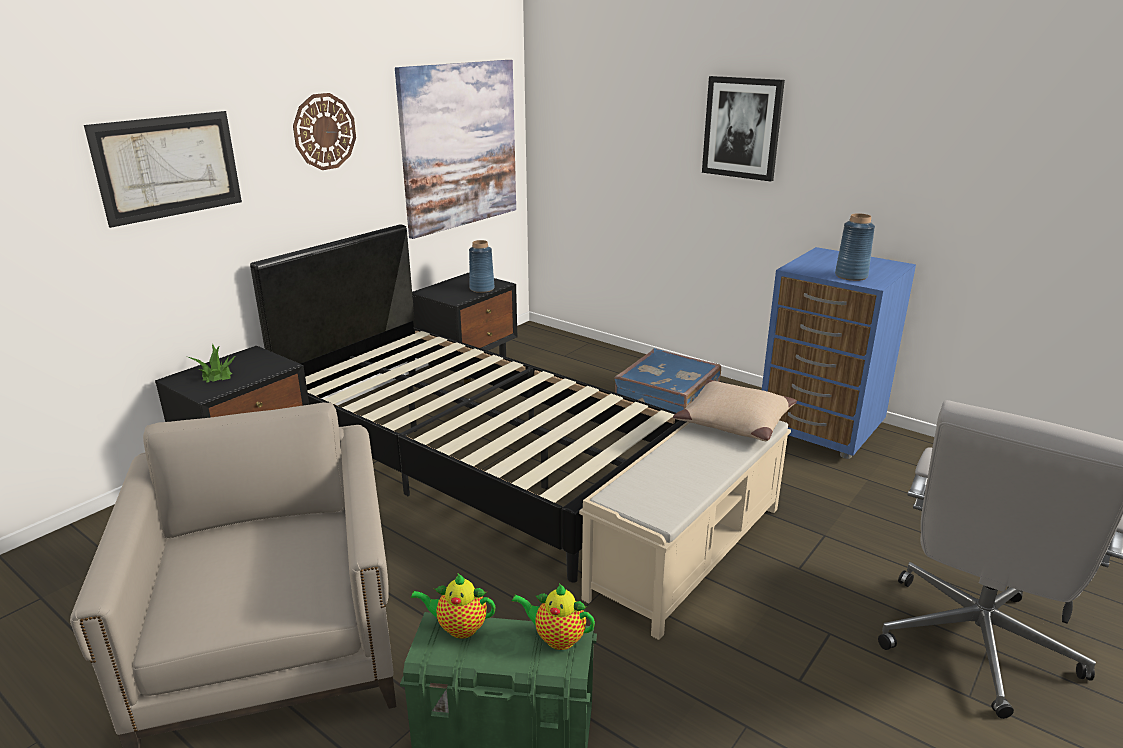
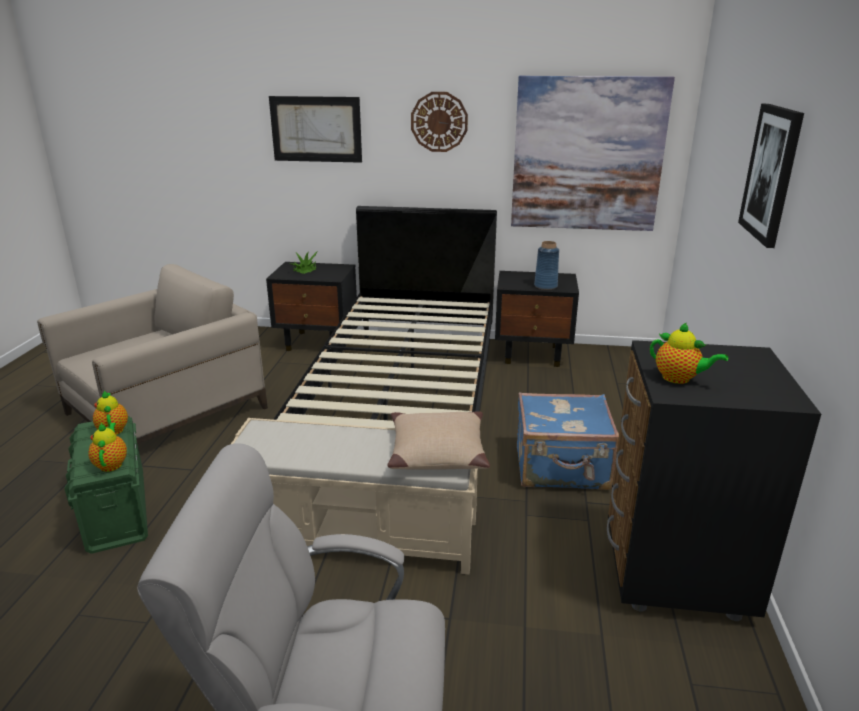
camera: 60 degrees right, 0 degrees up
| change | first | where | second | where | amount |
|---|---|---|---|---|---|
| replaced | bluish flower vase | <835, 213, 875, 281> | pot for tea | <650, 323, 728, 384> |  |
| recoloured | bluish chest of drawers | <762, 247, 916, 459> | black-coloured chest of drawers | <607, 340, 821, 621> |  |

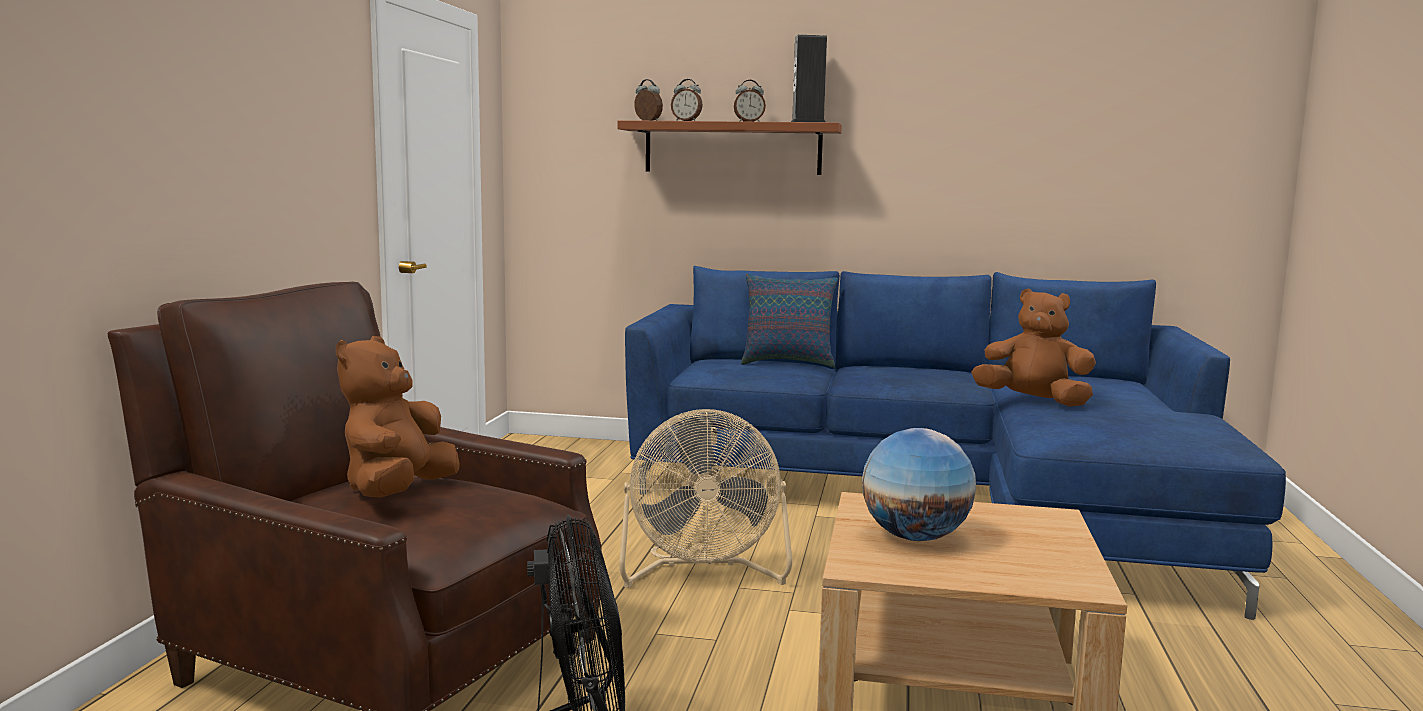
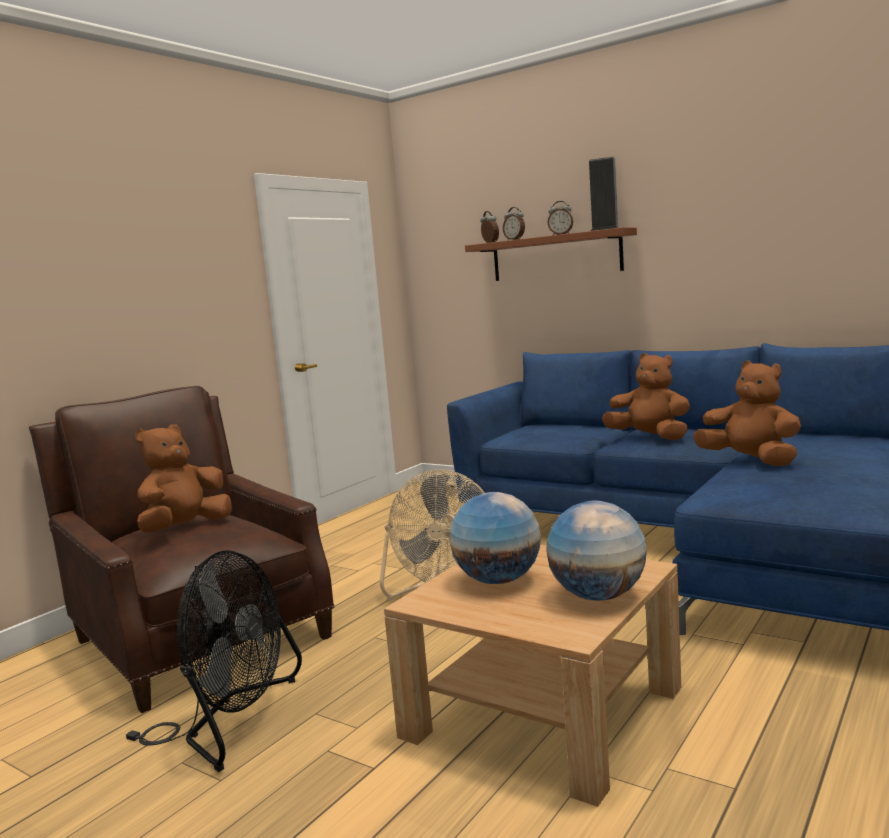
camera: 25 degrees right, 0 degrees up
| change | first | where | second | where | amount |
|---|---|---|---|---|---|
| removed | bluish cushion | <741, 274, 838, 367> |  |  |  |
| added |  |  | brown soft toy | <602, 353, 690, 440> |  |
| added |  |  | globe | <546, 501, 647, 601> |  |

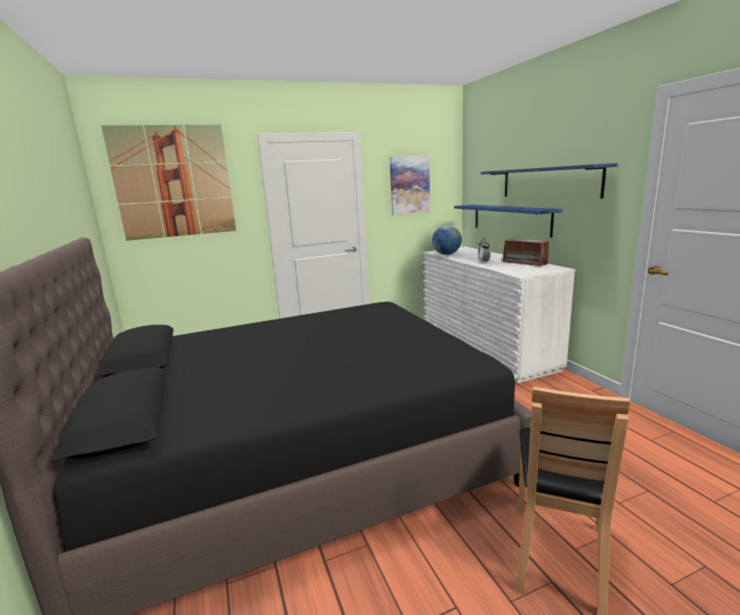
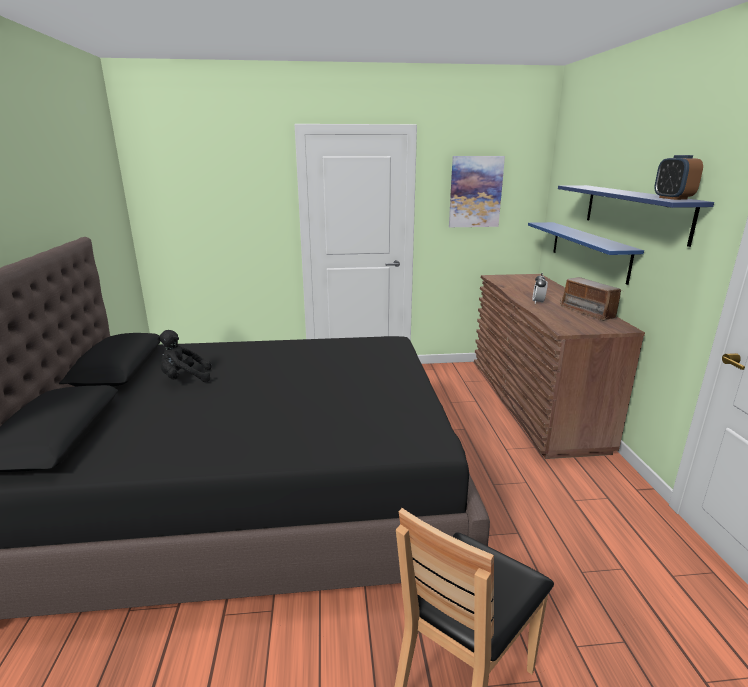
camera: 15 degrees right, 5 degrees up
| change | first | where | second | where | amount |
|---|---|---|---|---|---|
| removed | wall picture | <101, 125, 236, 241> |  |  |  |
| removed | globe | <432, 225, 462, 255> |  |  |  |
| recoloured | white chest of drawers | <422, 247, 575, 383> | brown chest of drawers | <474, 274, 645, 459> |  |
| added |  |  | bedside clock | <655, 155, 703, 200> |  |
| added |  |  | black-coloured soft toy | <157, 330, 211, 382> |  |

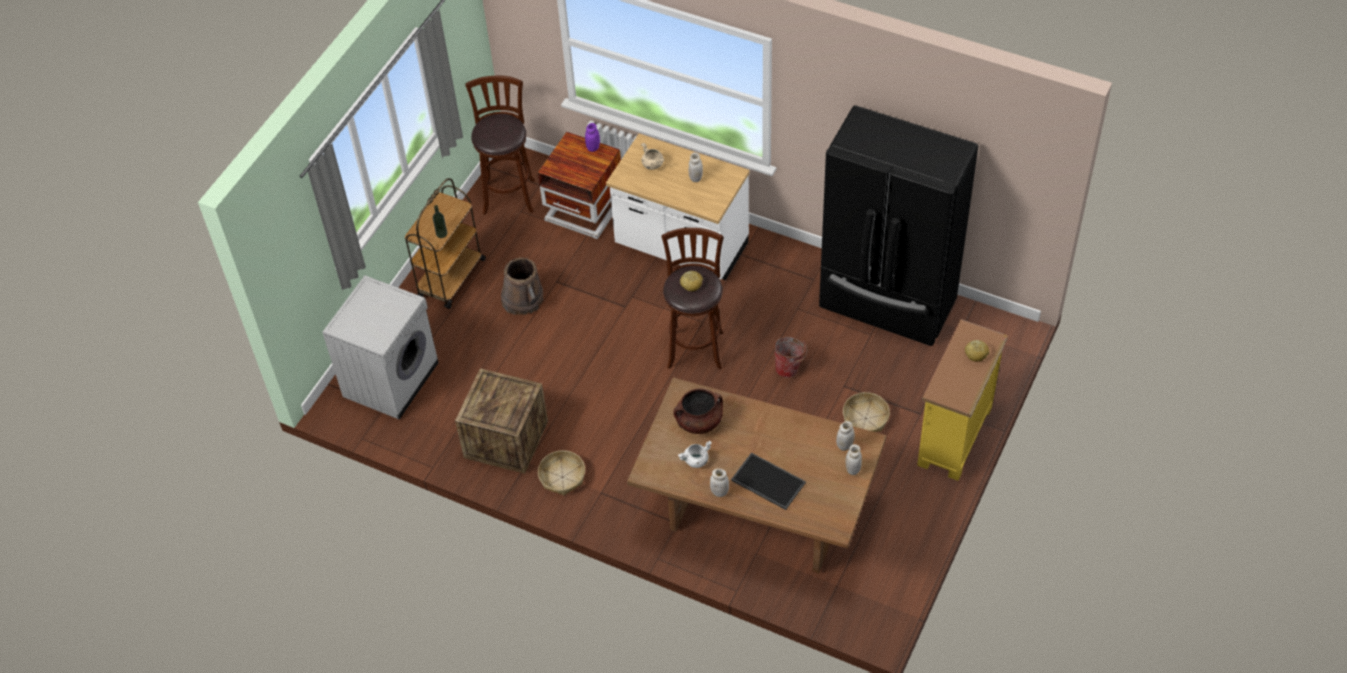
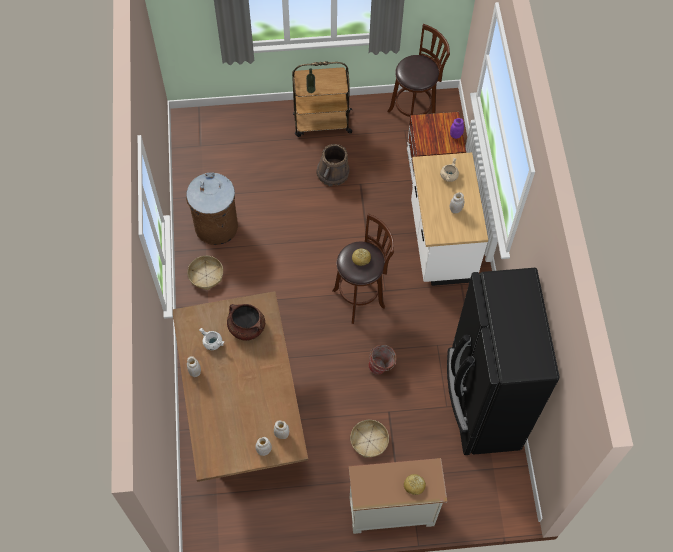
camera: 55 degrees right, 10 degrees up
| change | first | where | second | where | amount |
|---|---|---|---|---|---|
| removed | white laundry appliance | <323, 275, 439, 420> |  |  |  |
| recoloured | yellow chest of drawers | <917, 319, 1008, 481> | white chest of drawers | <349, 458, 447, 534> |  |
| replaced | shipping crate | <455, 368, 548, 474> | brown rubbish bin | <186, 172, 238, 245> |  |
| removed | serving tray | <731, 453, 806, 510> |  |  |  |

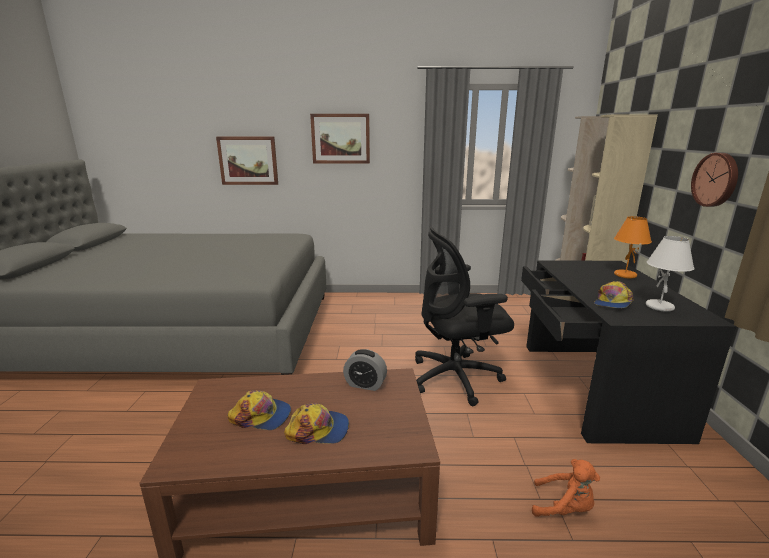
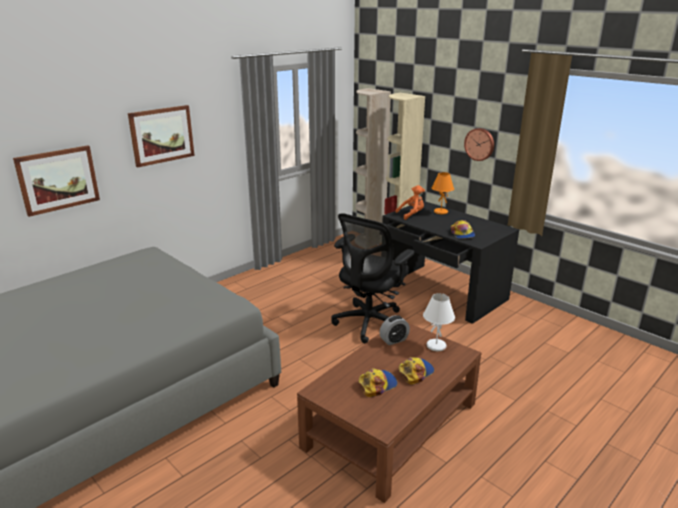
camera: 45 degrees left, 5 degrees up
| change | first | where | second | where | amount |
|---|---|---|---|---|---|
| moved | white table lamp | <646, 236, 694, 312> |  | <423, 293, 455, 351> |  |
| moved | orange soft toy | <532, 459, 600, 517> |  | <395, 185, 425, 220> |  |

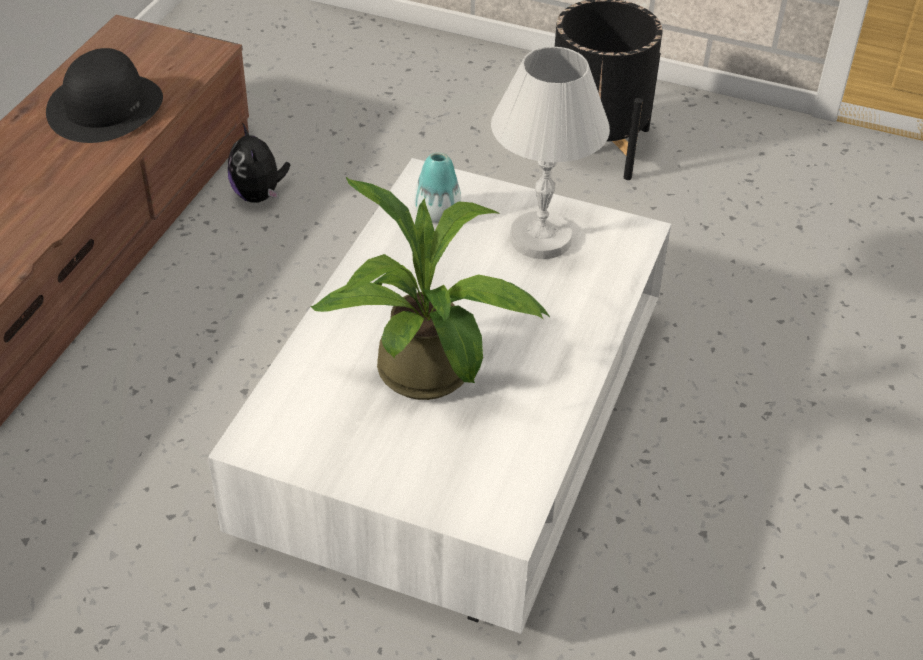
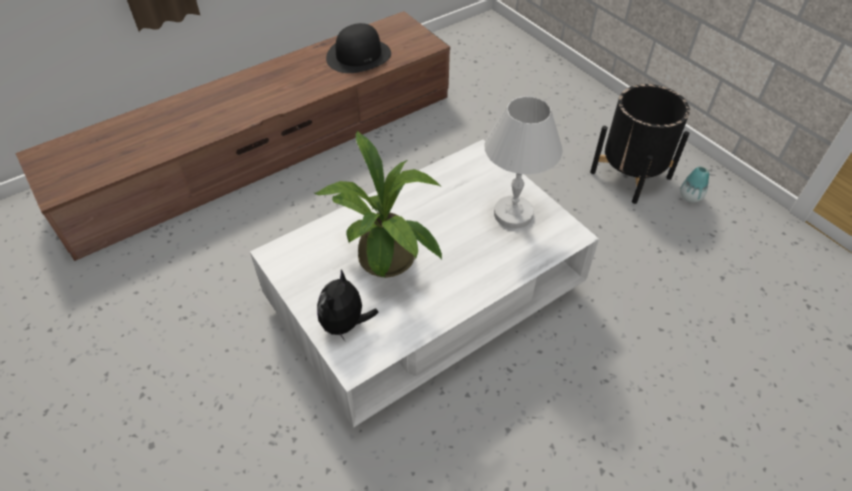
camera: 35 degrees right, 5 degrees up
| change | first | where | second | where | amount |
|---|---|---|---|---|---|
| moved | soft toy | <228, 123, 290, 203> |  | <317, 269, 378, 341> |  |
| moved | flower vase | <414, 153, 461, 223> |  | <680, 166, 709, 203> |  |

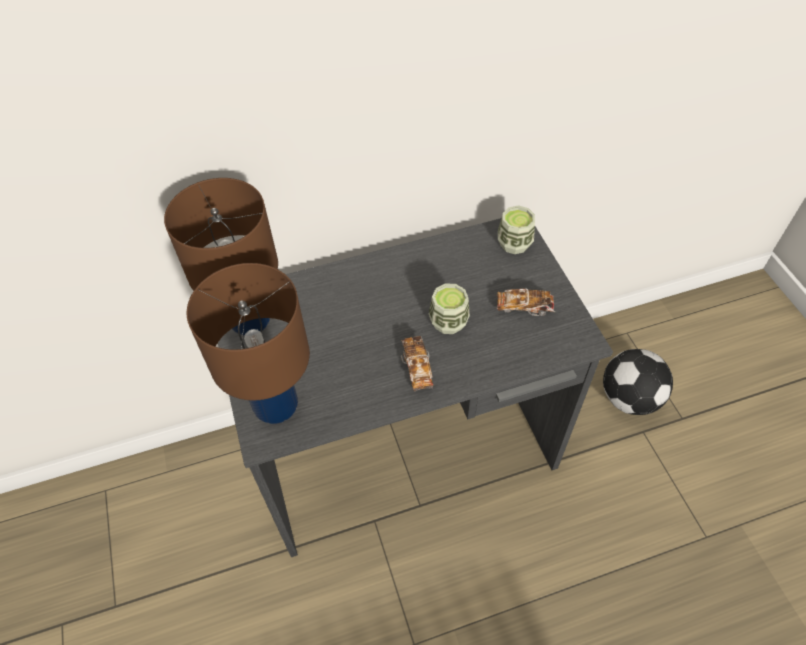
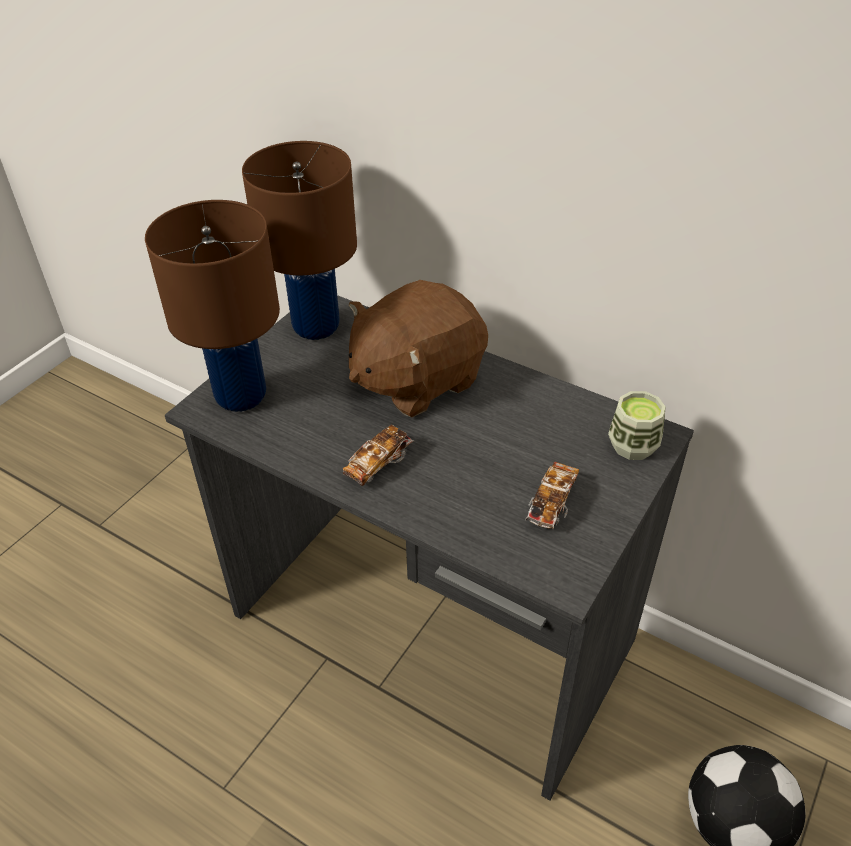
camera: 50 degrees right, 10 degrees down
| change | first | where | second | where | amount |
|---|---|---|---|---|---|
| removed | small cup | <429, 283, 470, 334> |  |  |  |
| turned | model car | <497, 289, 555, 316> |  | <525, 462, 579, 530> | 60 degrees clockwise |
| added |  |  | brown soft toy | <349, 280, 488, 418> |  |

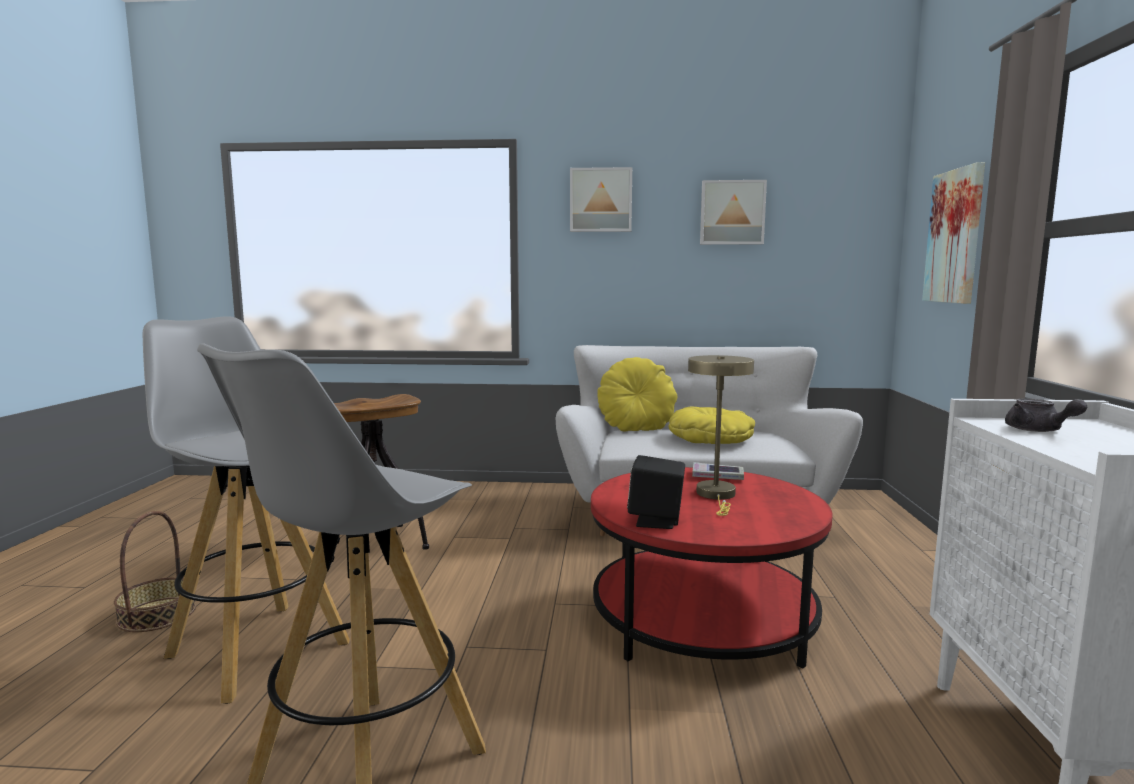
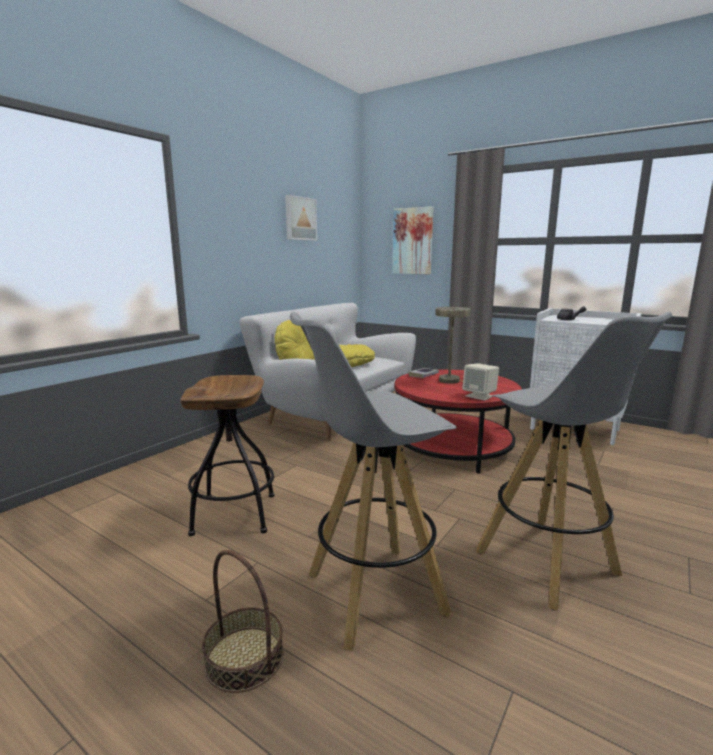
camera: 60 degrees left, 5 degrees up
| change | first | where | second | where | amount |
|---|---|---|---|---|---|
| removed | wall picture | <570, 167, 632, 232> |  |  |  |
| recoloured | black-coloured loudspeaker | <627, 455, 685, 529> | sand-coloured loudspeaker | <462, 363, 499, 401> |  |

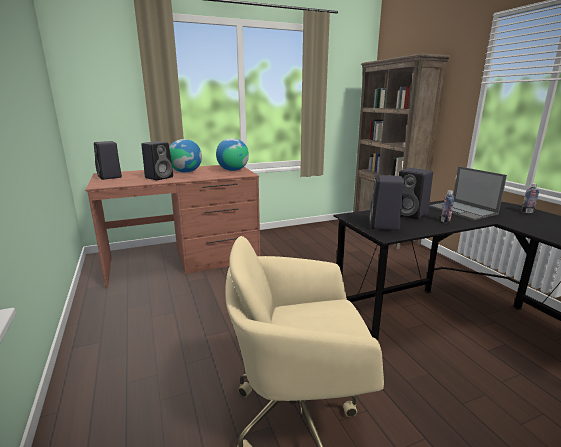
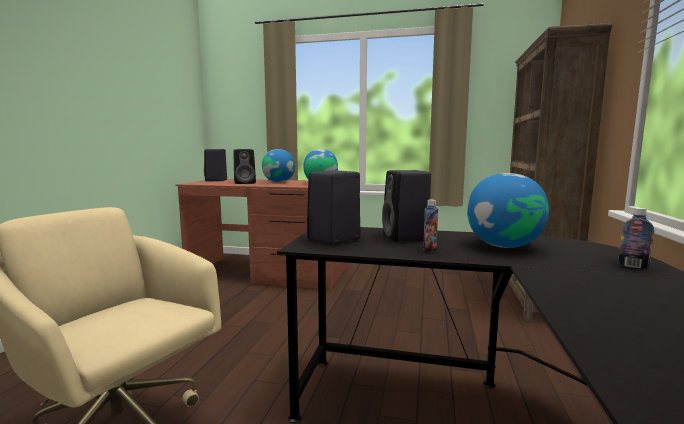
camera: 35 degrees right, 10 degrees down
| change | first | where | second | where | amount |
|---|---|---|---|---|---|
| replaced | notebook computer | <429, 166, 507, 220> | globe | <467, 173, 549, 248> |  |

